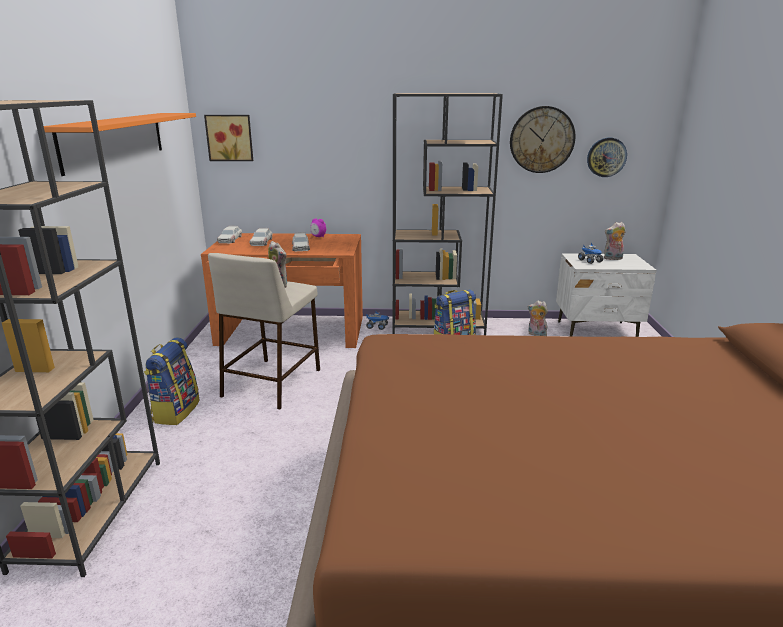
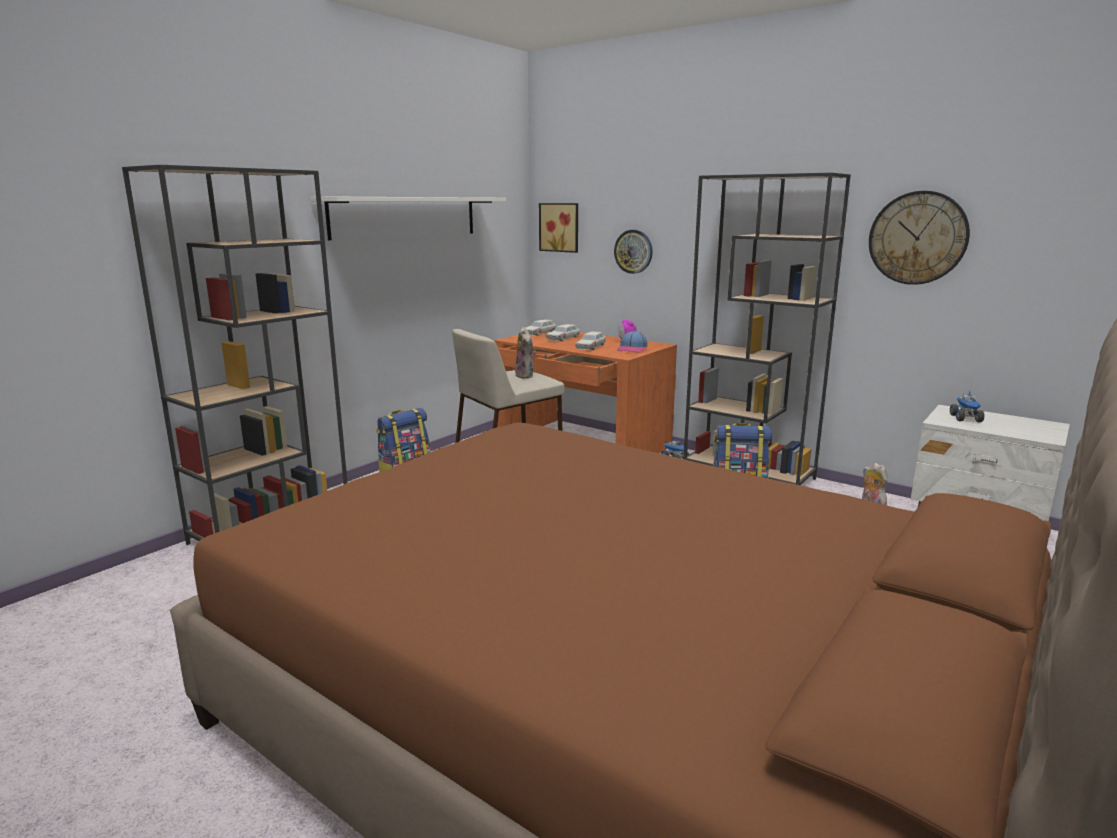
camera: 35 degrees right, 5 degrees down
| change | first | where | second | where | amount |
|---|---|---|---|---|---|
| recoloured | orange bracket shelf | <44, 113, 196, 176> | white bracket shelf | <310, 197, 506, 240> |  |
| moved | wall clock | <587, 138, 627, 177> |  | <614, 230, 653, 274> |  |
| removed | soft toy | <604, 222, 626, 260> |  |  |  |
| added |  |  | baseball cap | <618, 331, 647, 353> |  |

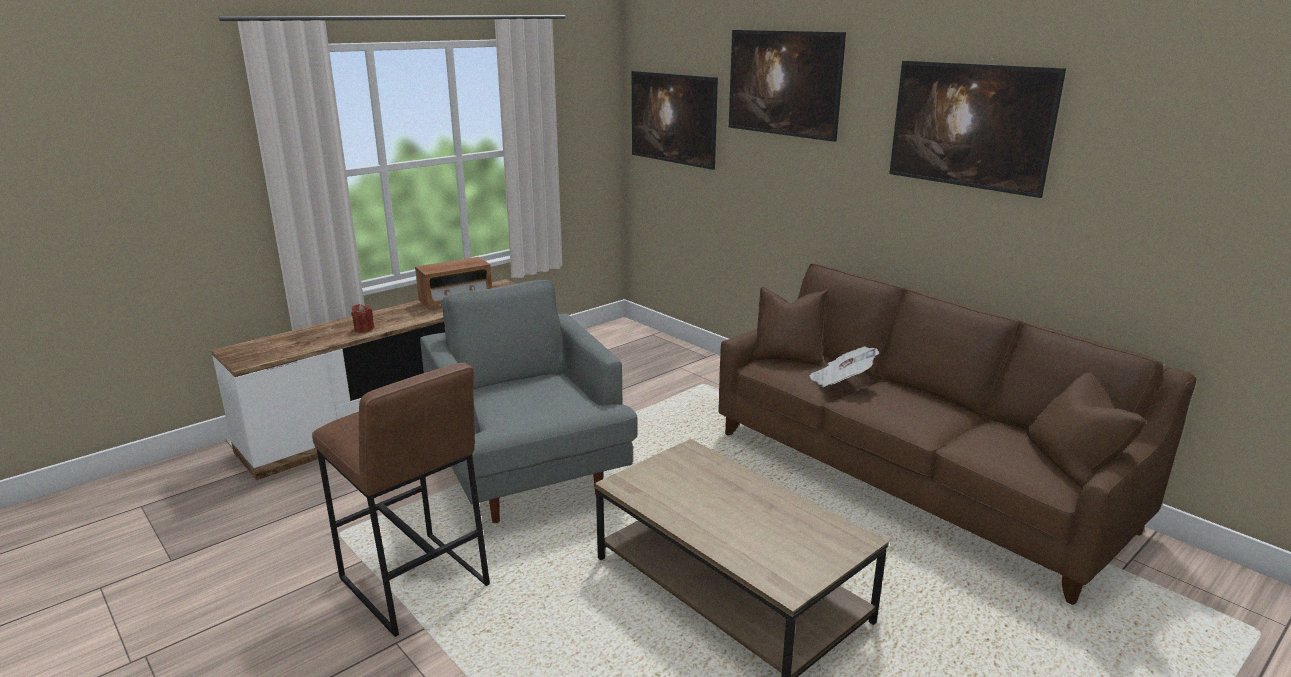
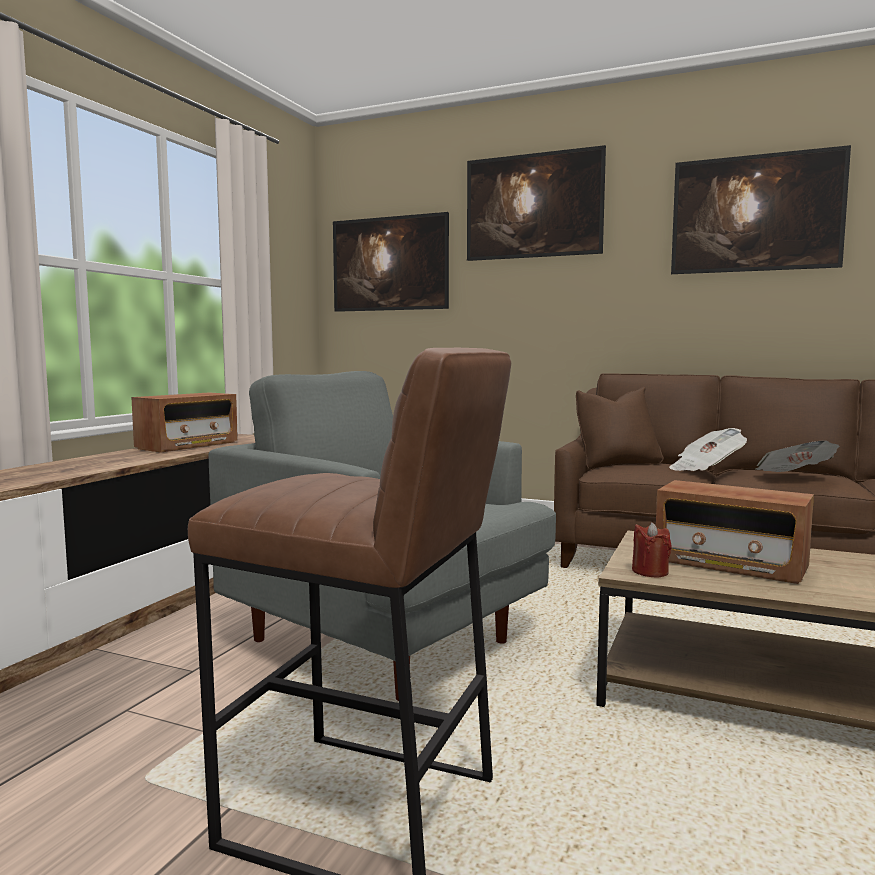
camera: 25 degrees left, 15 degrees down
| change | first | where | second | where | amount |
|---|---|---|---|---|---|
| moved | reddish wax candle | <352, 304, 375, 333> |  | <632, 522, 672, 577> |  |
| added |  |  | daily paper | <755, 440, 840, 472> |  |
| added |  |  | radio set | <656, 480, 814, 584> |  |

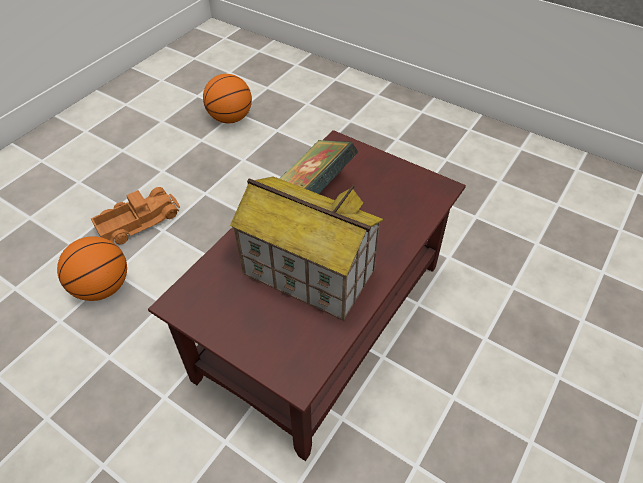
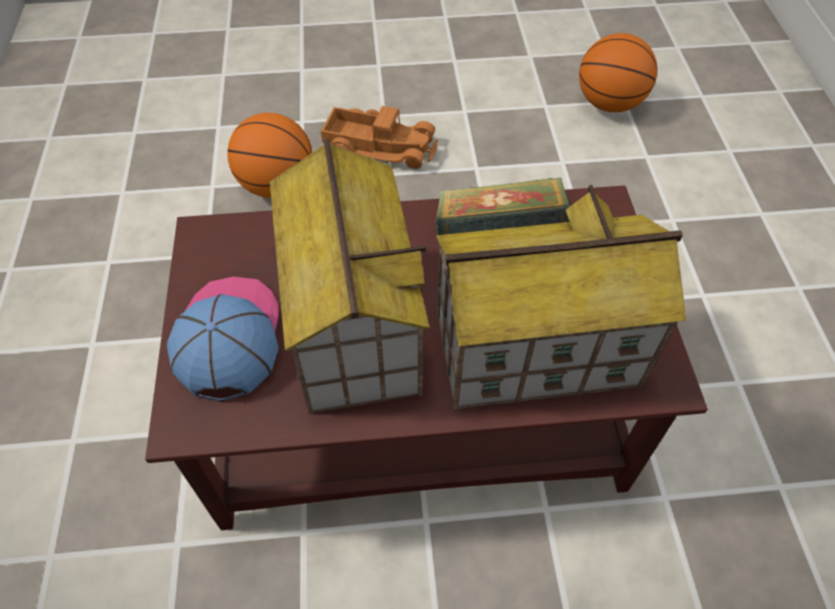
camera: 50 degrees right, 5 degrees up
| change | first | where | second | where | amount |
|---|---|---|---|---|---|
| added |  |  | miniature house | <436, 185, 686, 410> |  |
| added |  |  | baseball cap | <167, 277, 279, 402> |  |

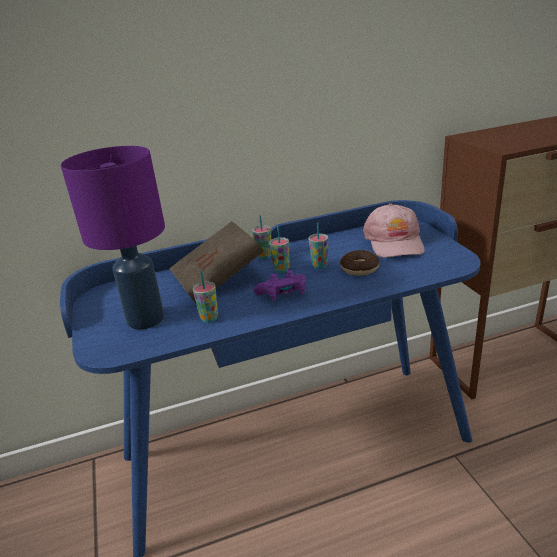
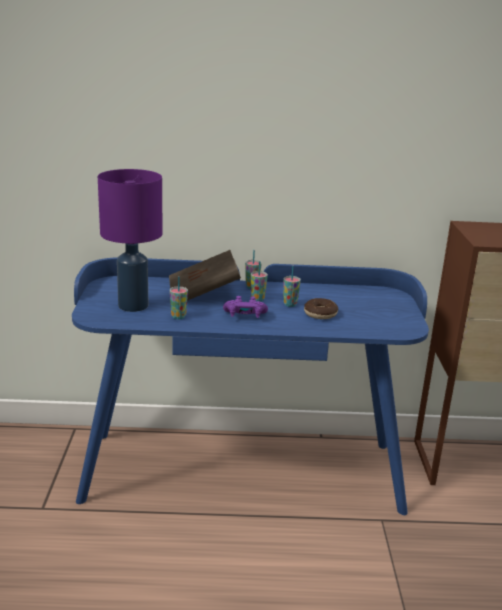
camera: 15 degrees right, 5 degrees down
| change | first | where | second | where | amount |
|---|---|---|---|---|---|
| removed | pink baseball cap | <363, 203, 425, 258> |  |  |  |

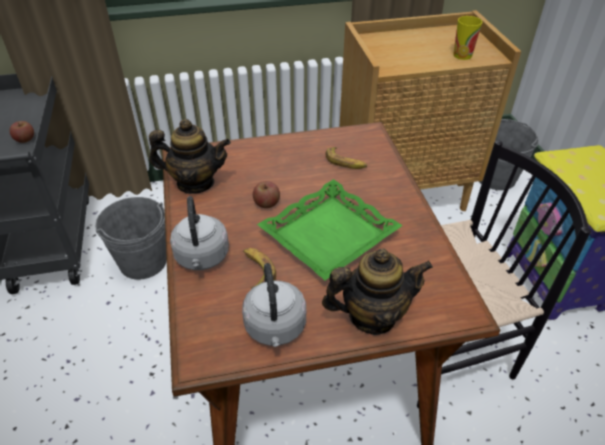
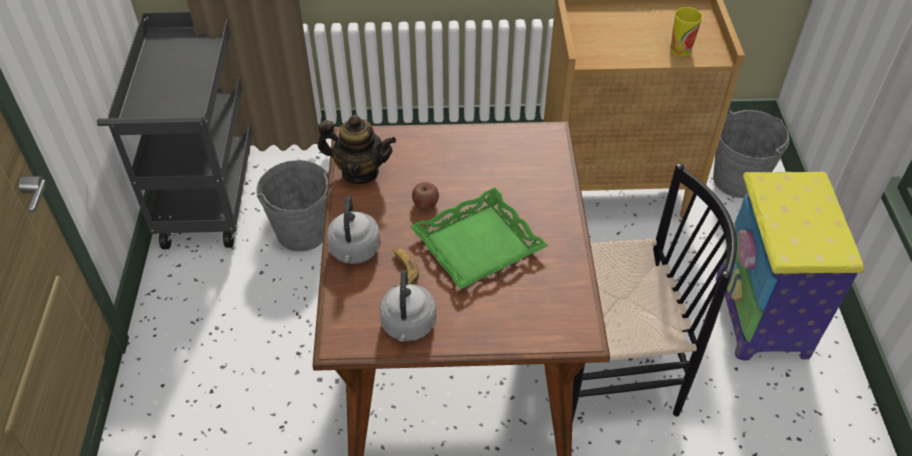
camera: 10 degrees right, 5 degrees up
| change | first | where | second | where | amount |
|---|---|---|---|---|---|
| removed | whole apple | <9, 121, 34, 143> |  |  |  |
| removed | banana fruit | <326, 147, 367, 169> |  |  |  |
| removed | pot for tea | <322, 249, 433, 335> |  |  |  |

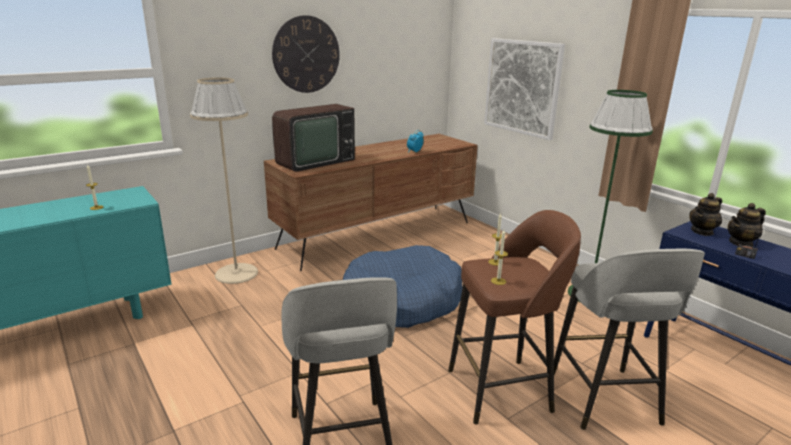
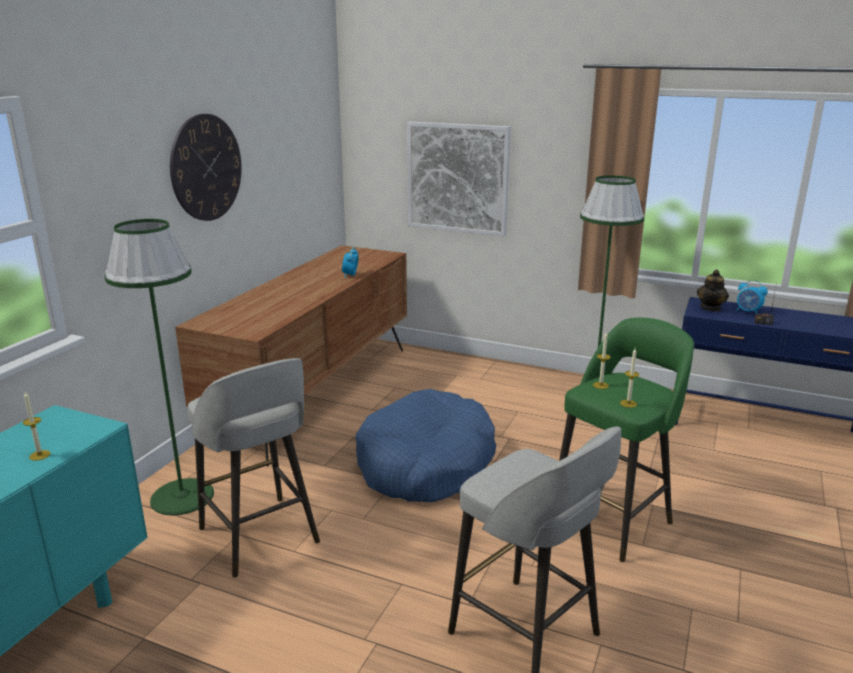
camera: 30 degrees left, 0 degrees up
| change | first | where | second | where | amount |
|---|---|---|---|---|---|
| recoloured | sand-coloured standing lamp | <190, 77, 258, 284> | green-coloured standing lamp | <104, 219, 214, 516> |  |
| removed | TV set | <272, 104, 355, 172> |  |  |  |
| replaced | pot for tea | <728, 203, 766, 247> | bedside clock | <736, 280, 768, 314> |  |
| recoloured | brown sitting stool | <448, 210, 581, 424> | green-coloured sitting stool | <559, 318, 694, 562> |  |
| moved | greyish sitting stool | <554, 249, 705, 430> |  | <188, 358, 320, 578> |  |

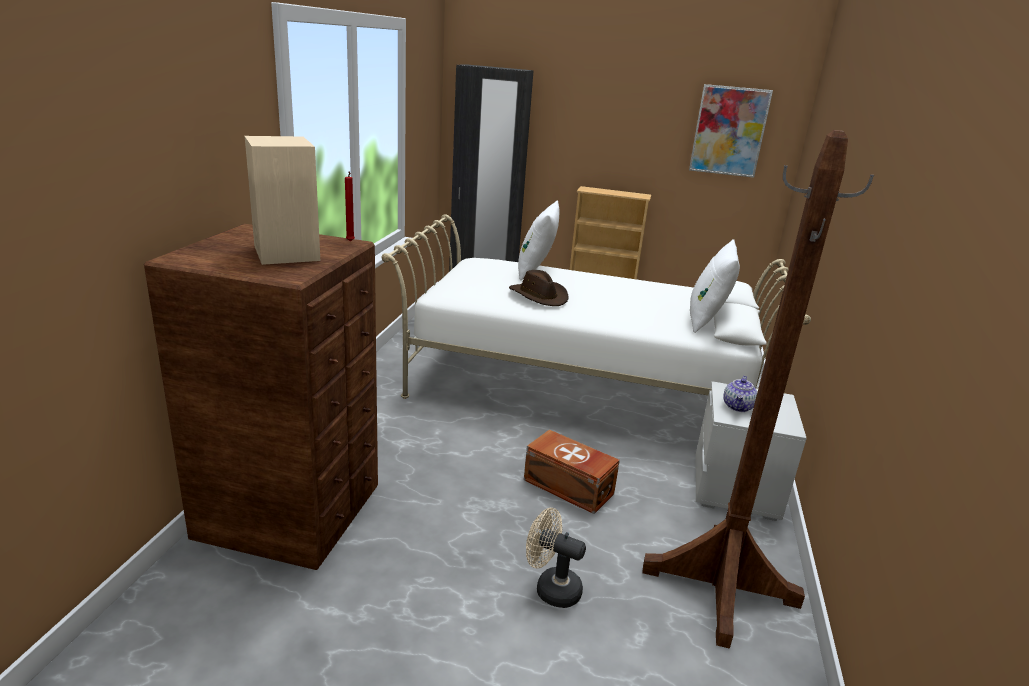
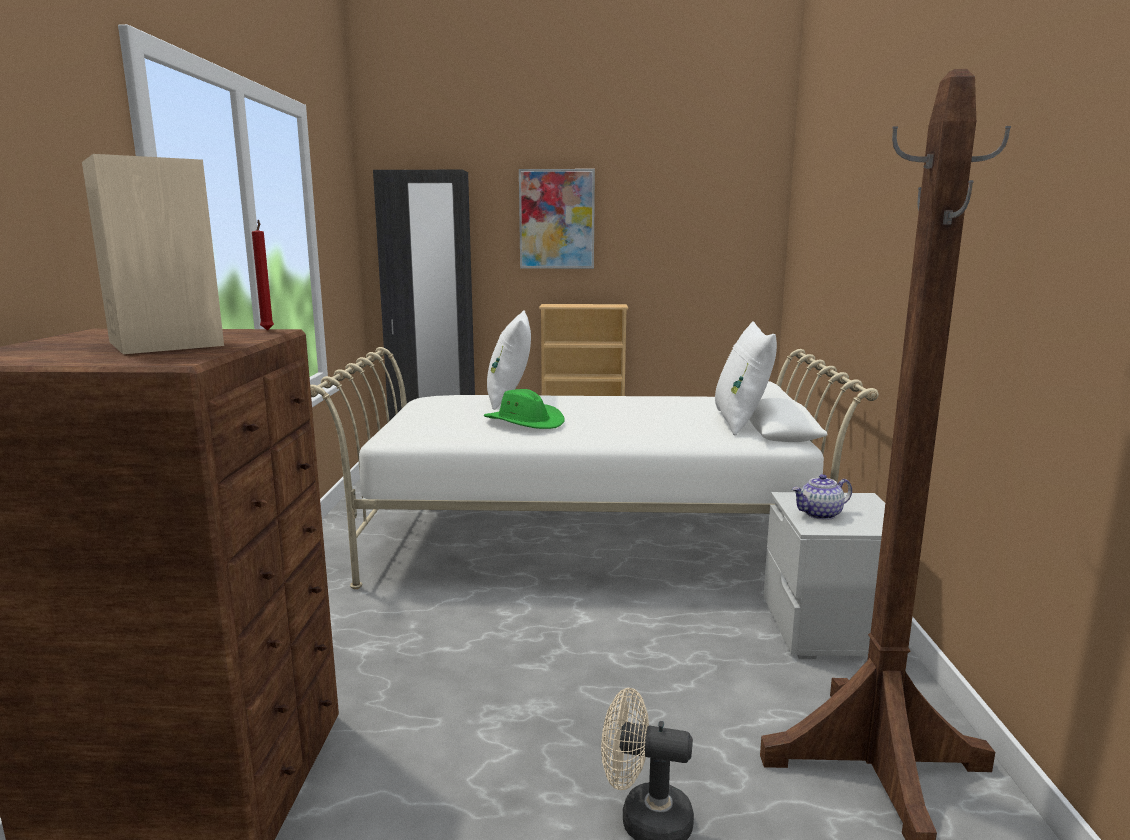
camera: 10 degrees left, 10 degrees down
| change | first | where | second | where | amount |
|---|---|---|---|---|---|
| moved | wall picture | <689, 84, 773, 178> |  | <519, 169, 595, 269> |  |
| recoloured | brown wearable hat | <509, 270, 569, 306> | green-coloured wearable hat | <484, 389, 565, 429> |  |
| turned | pot for tea | <723, 376, 757, 412> |  | <792, 474, 852, 520> | 60 degrees clockwise |
| removed | brown storage bin | <524, 430, 620, 514> |  |  |  |

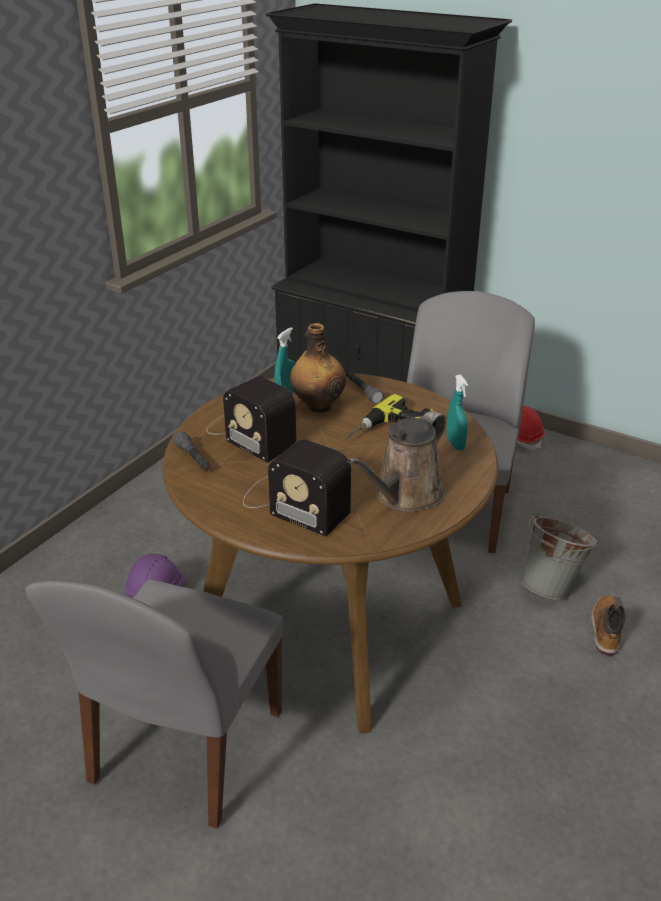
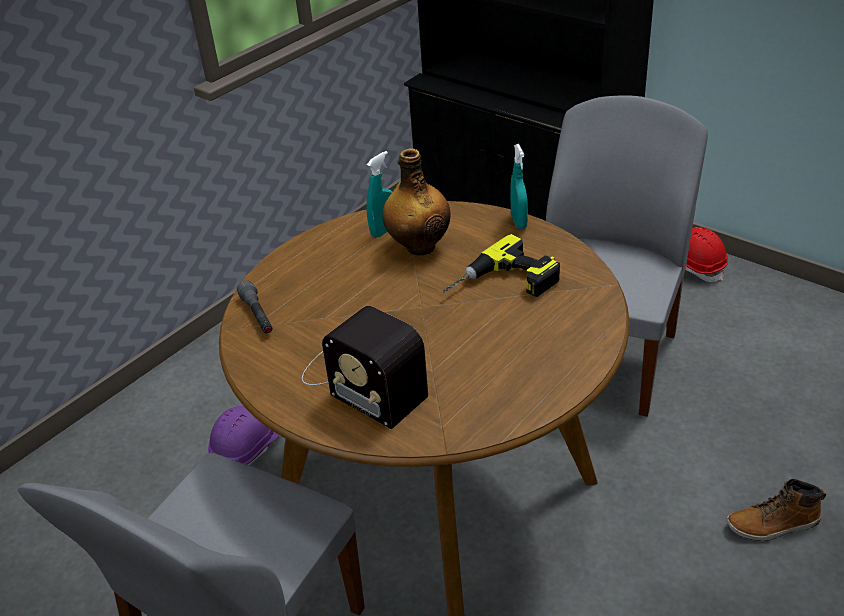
camera: 10 degrees right, 5 degrees up
| change | first | where | second | where | amount |
|---|---|---|---|---|---|
| removed | greyish torch | <346, 370, 384, 404> |  |  |  |
| moved | blue-green hand sprayer | <447, 374, 468, 451> |  | <511, 144, 528, 229> |  |
| removed | radio set | <207, 376, 296, 463> |  |  |  |
| removed | brown watering can | <347, 411, 446, 512> |  |  |  |
| removed | greyish bucket | <522, 513, 598, 600> |  |  |  |
| turned | boot | <591, 595, 626, 656> |  | <727, 479, 826, 541> | 120 degrees counterclockwise |

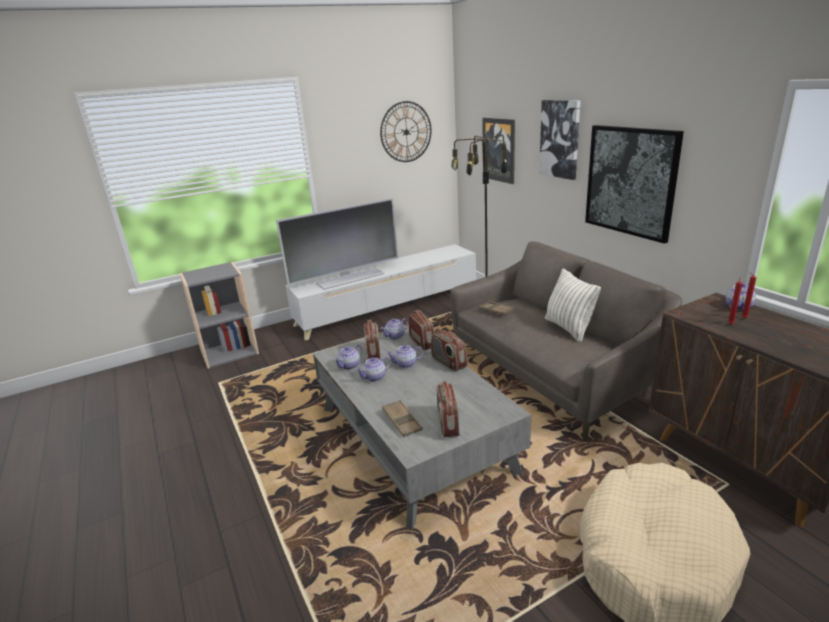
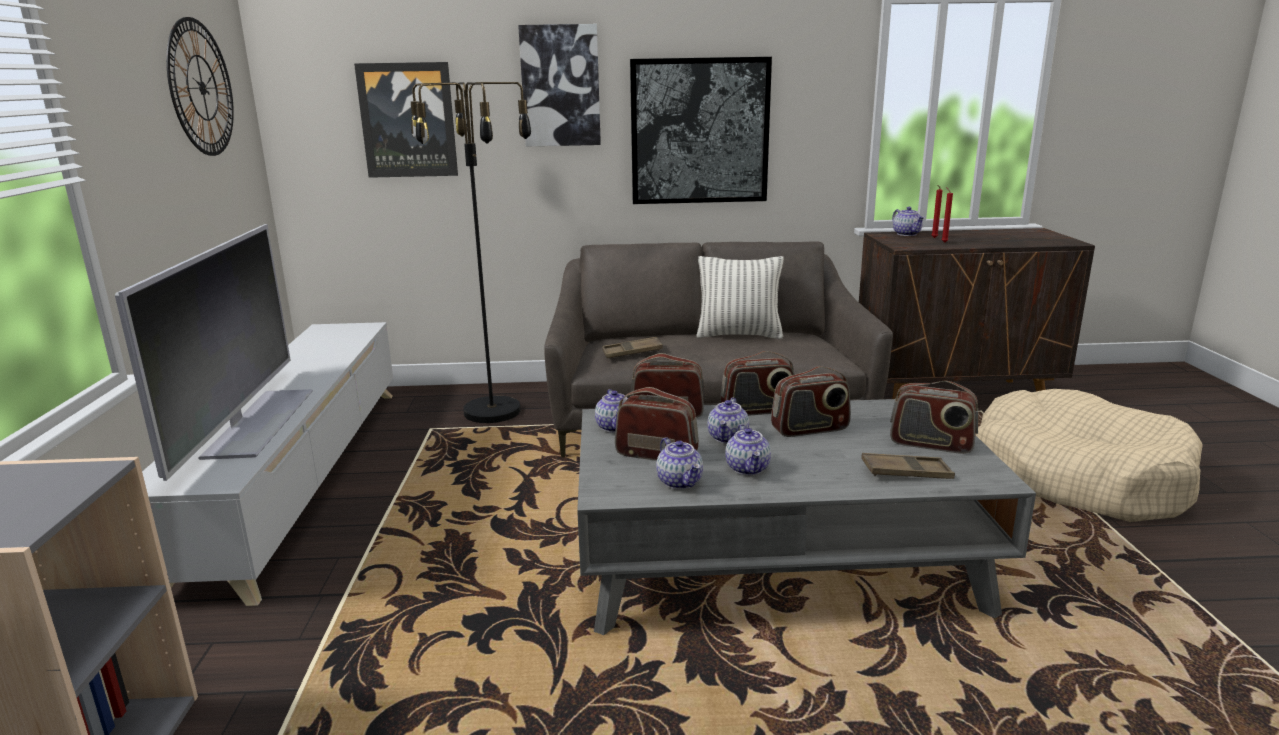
camera: 65 degrees left, 5 degrees down
| change | first | where | second | where | amount |
|---|---|---|---|---|---|
| added |  |  | radio set | <771, 366, 851, 437> |  |

